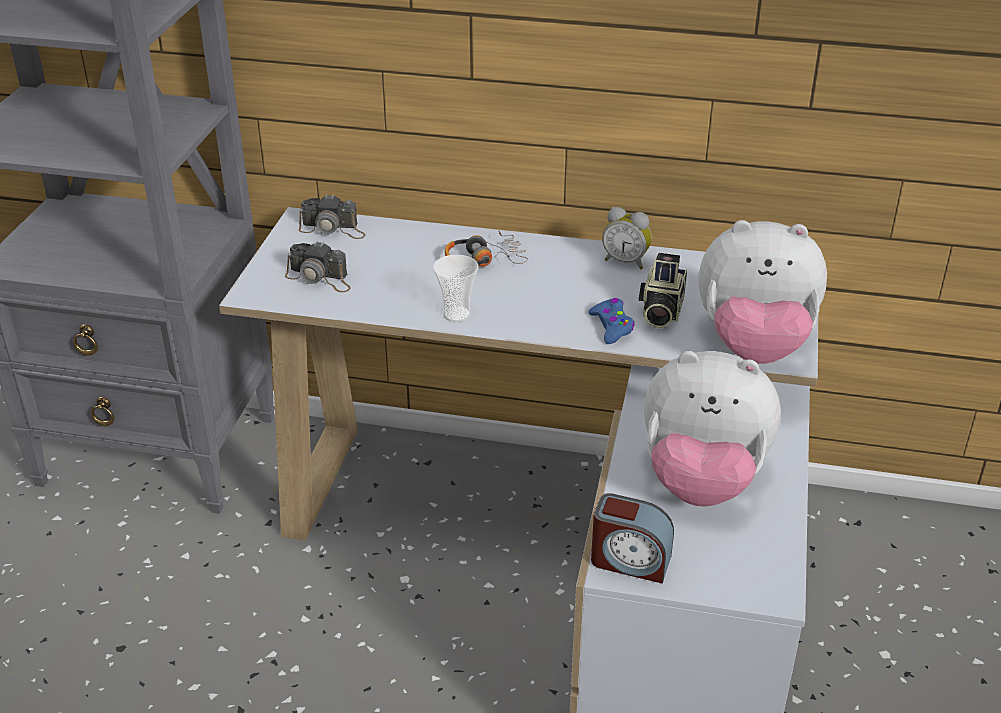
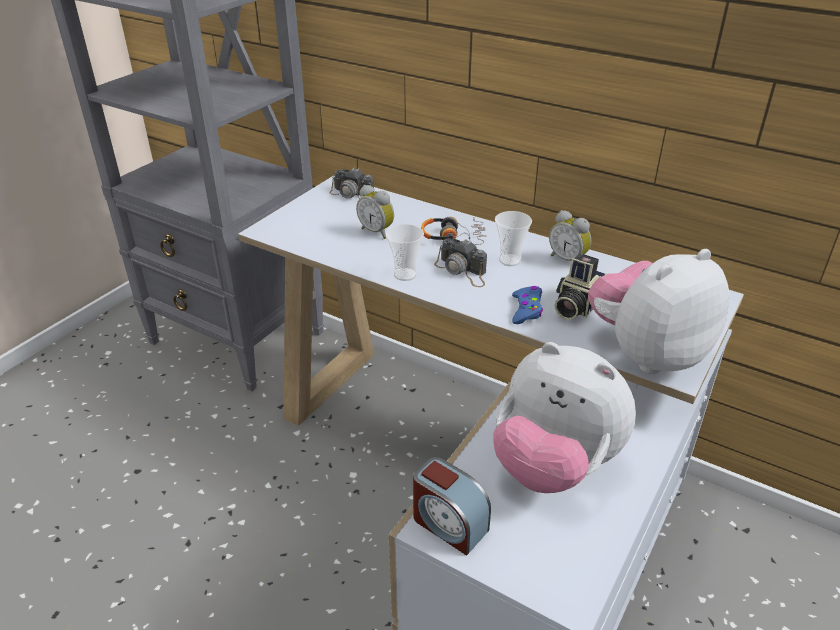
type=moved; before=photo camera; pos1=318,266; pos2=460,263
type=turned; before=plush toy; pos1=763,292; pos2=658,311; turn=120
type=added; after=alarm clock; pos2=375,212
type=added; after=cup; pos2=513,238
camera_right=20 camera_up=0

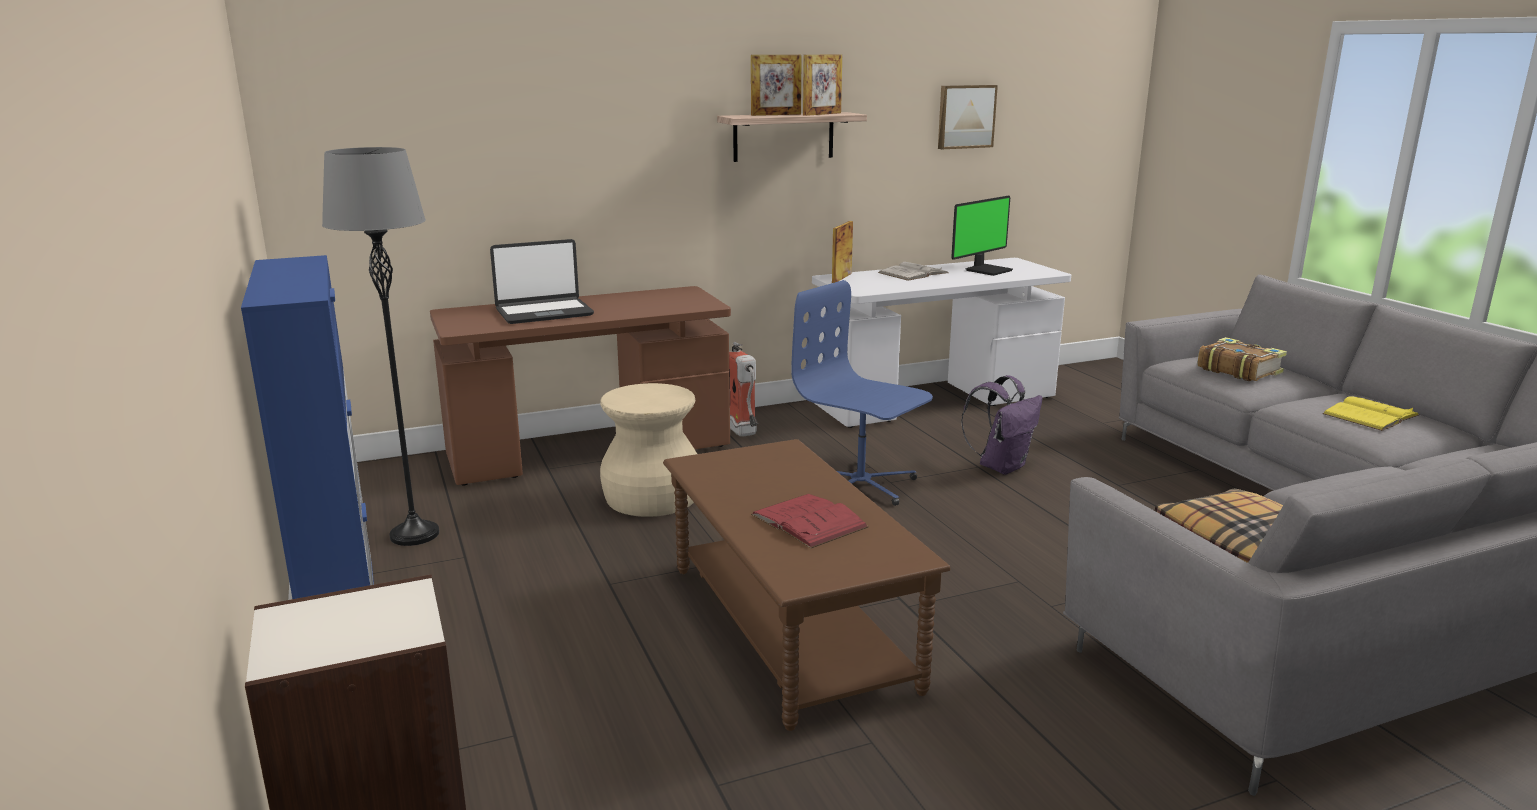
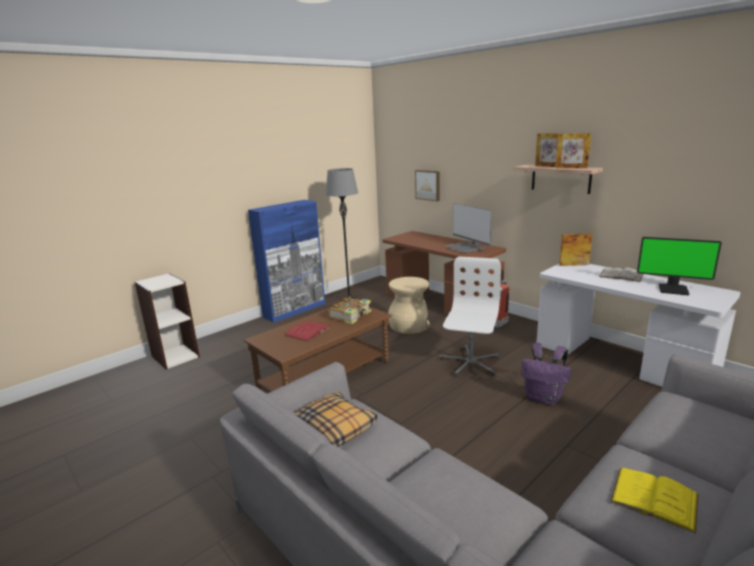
type=removed; before=laptop; pos1=542,281
type=recoloured; before=blue office chair; after=white office chair; pos1=862,393; pos2=470,317
type=moved; before=picture; pos1=968,117; pos2=427,185
type=moved; before=book; pos1=1242,359; pos2=350,310
type=added; after=monitor; pos2=468,228
camera_right=70 camera_up=0

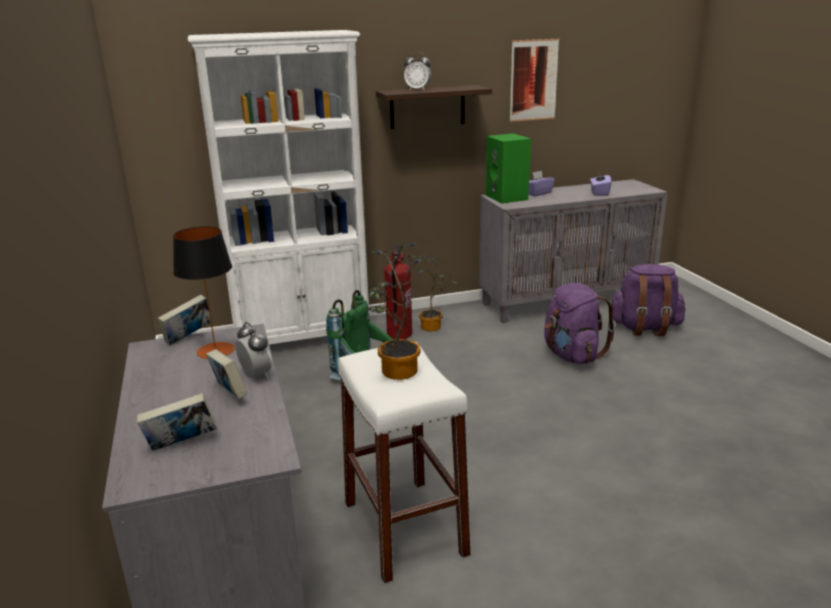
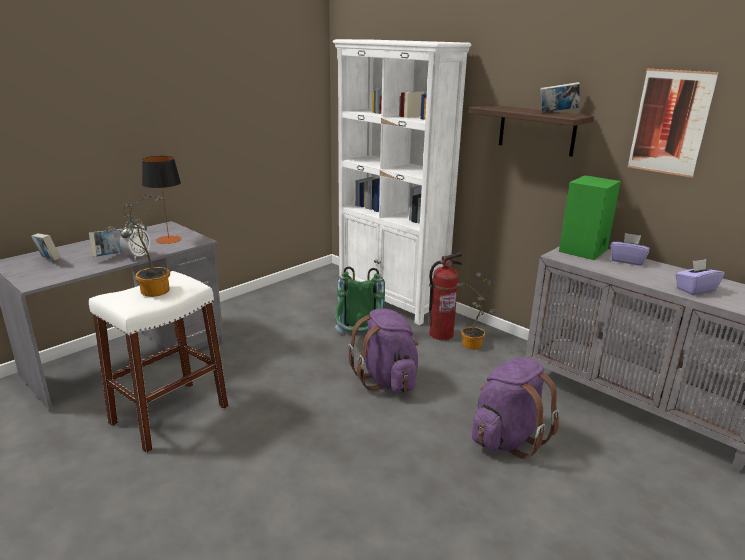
type=moved; before=book; pos1=184,320; pos2=560,97
type=removed; before=alarm clock; pos1=417,71
type=moved; before=purple backpack; pos1=648,300; pos2=383,350
camera_right=60 camera_up=0

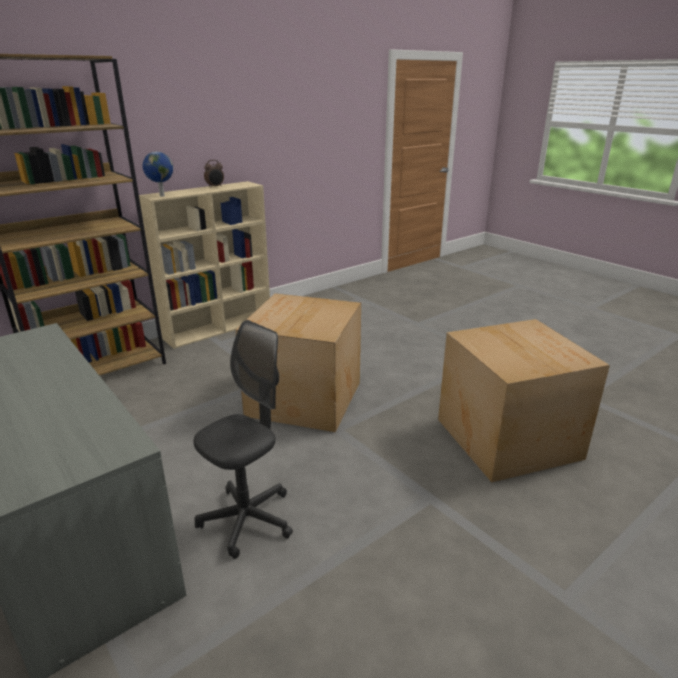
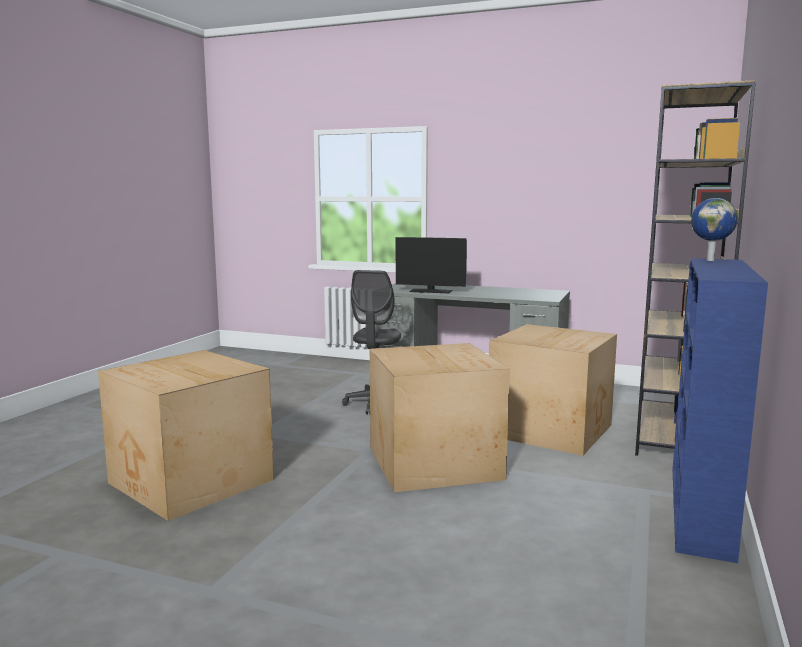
type=recoloured; before=beige bookcase; after=blue bookcase; pos1=204,265; pos2=720,410
type=removed; before=alarm clock; pos1=214,174
type=added; after=monitor; pos2=431,265
type=added; after=cardboard box; pos2=553,390
camera_right=150 camera_up=-15

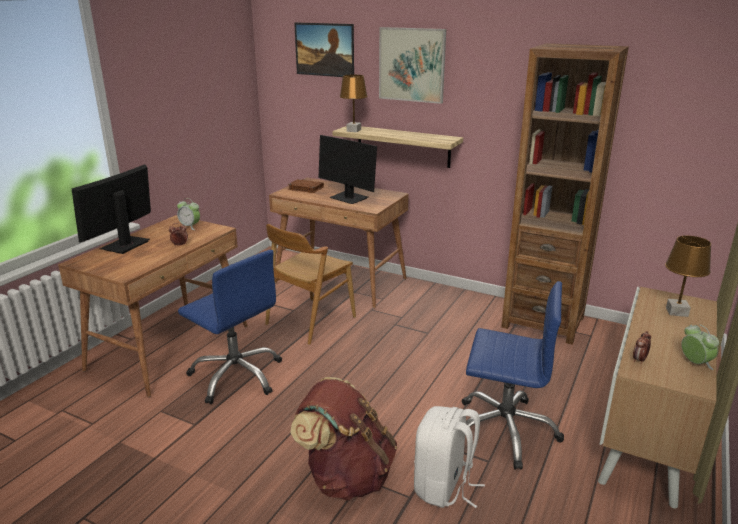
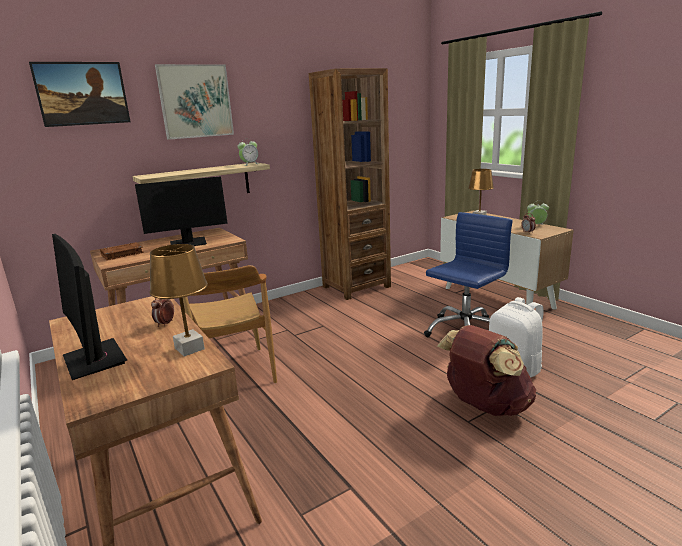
type=moved; before=alarm clock; pos1=188,214; pos2=248,152
type=removed; before=blue office chair; pos1=230,327
type=moved; before=brown table lamp; pos1=354,103; pos2=179,300
camera_right=-60 camera_up=-5

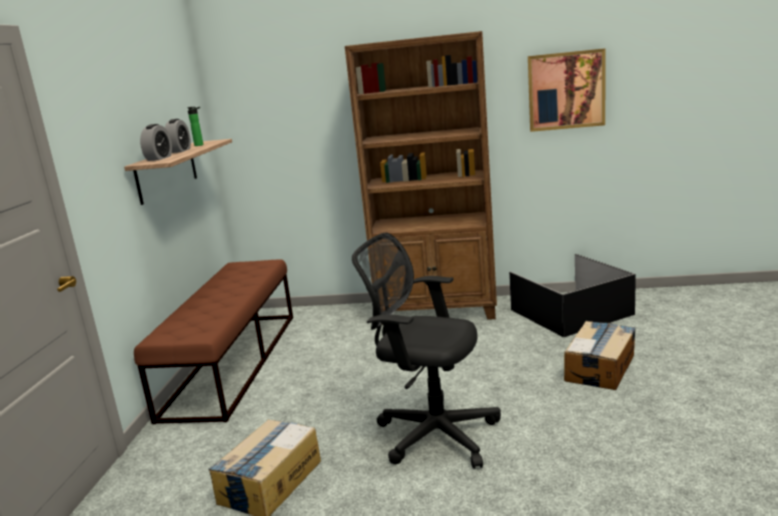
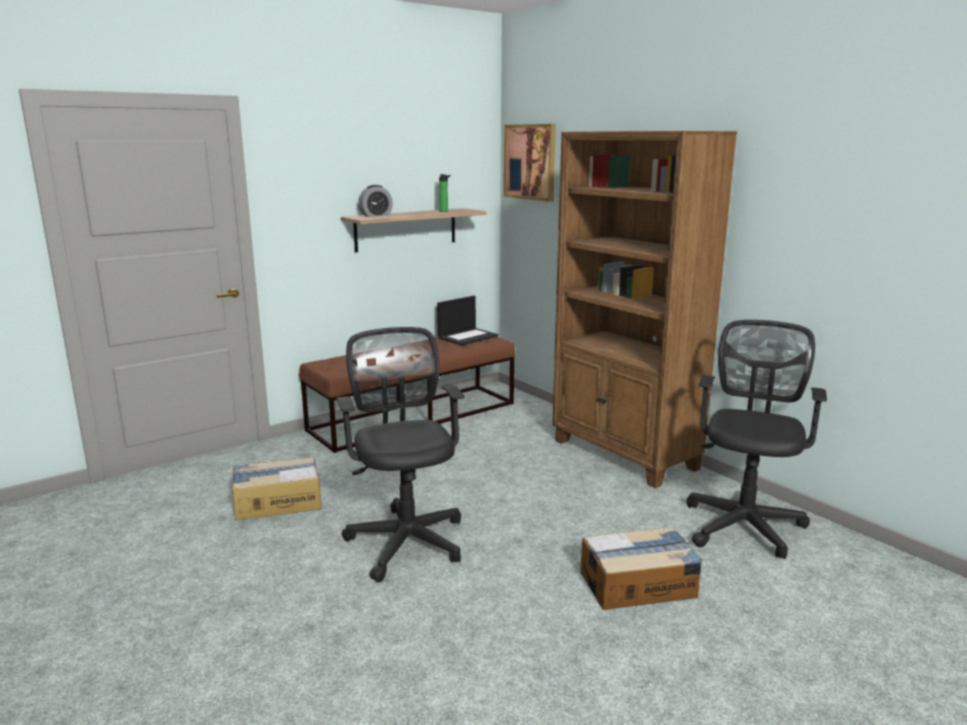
type=removed; before=alarm clock; pos1=178,136
type=replaced; before=black storage box; after=black office chair; pos1=572,295; pos2=757,439
type=moved; before=picture; pos1=566,90; pos2=530,163
type=added; after=laptop; pos2=468,321
camera_right=45 camera_up=0

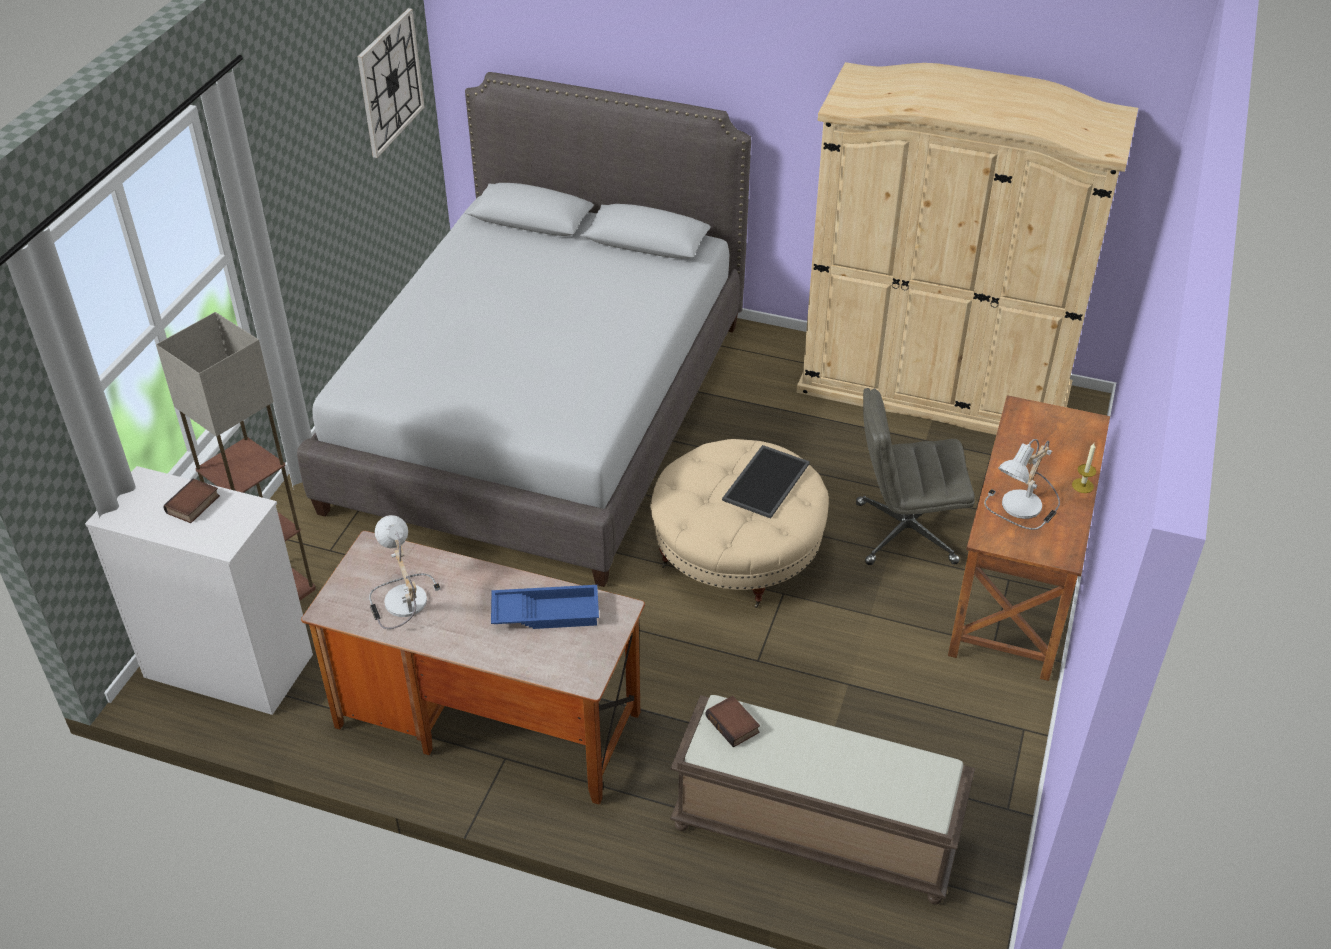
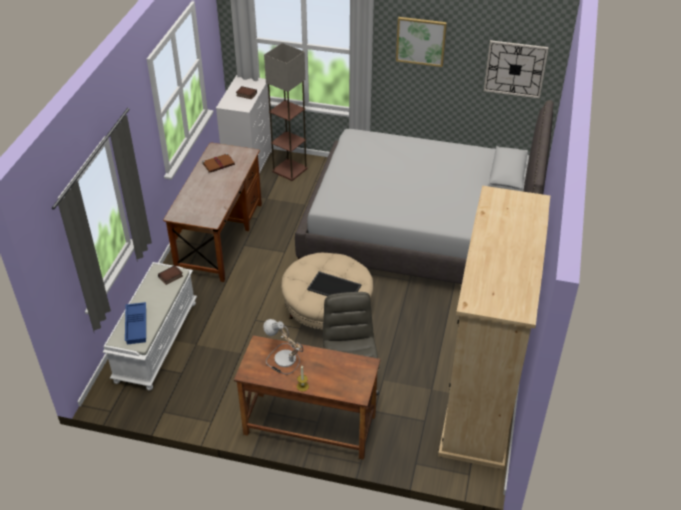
type=replaced; before=table lamp; after=brown book; pos1=405,572; pos2=218,163
type=moved; before=blue tray; pos1=545,607; pos2=135,323
type=recoloured; before=brown bench; after=white bench; pos1=822,800; pos2=150,326
type=added; after=picture; pos2=421,42
camera_right=85 camera_up=0

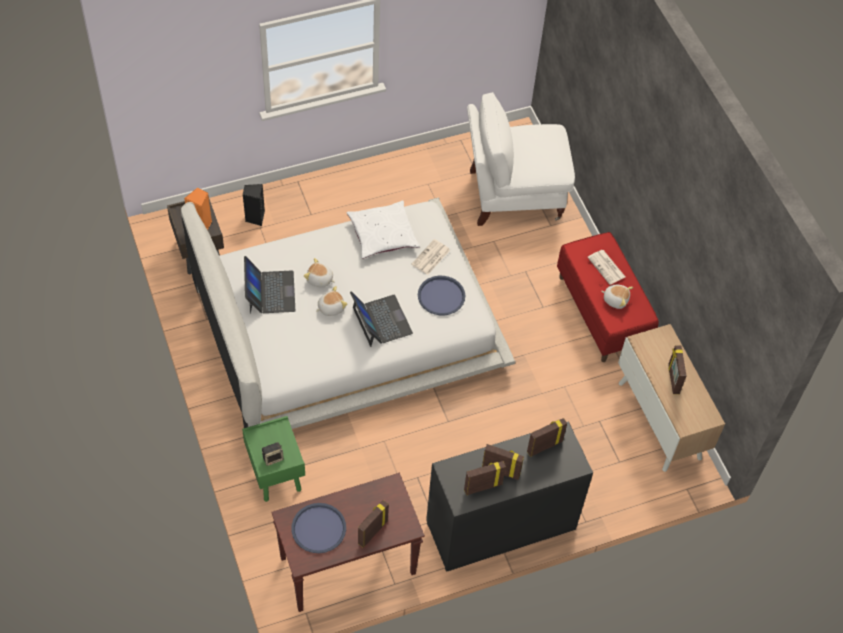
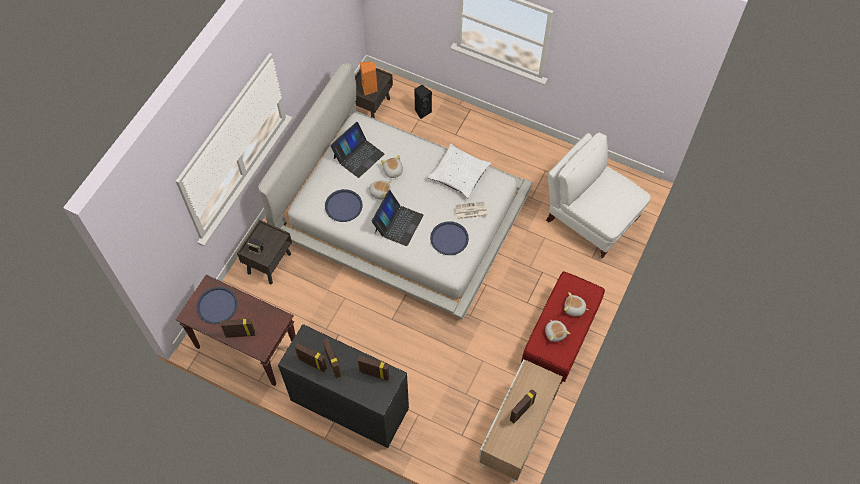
type=recoloured; before=green nightstand; after=brown nightstand; pos1=273,459; pos2=264,252
type=replaced; before=newspaper; after=plush toy; pos1=606,267; pos2=576,304
type=added; after=blue tray; pos2=344,205
camera_right=50 camera_up=5

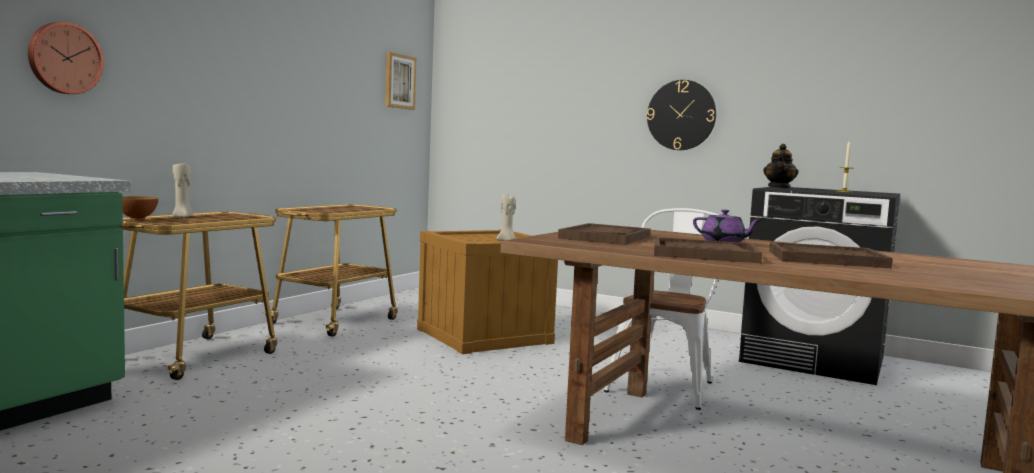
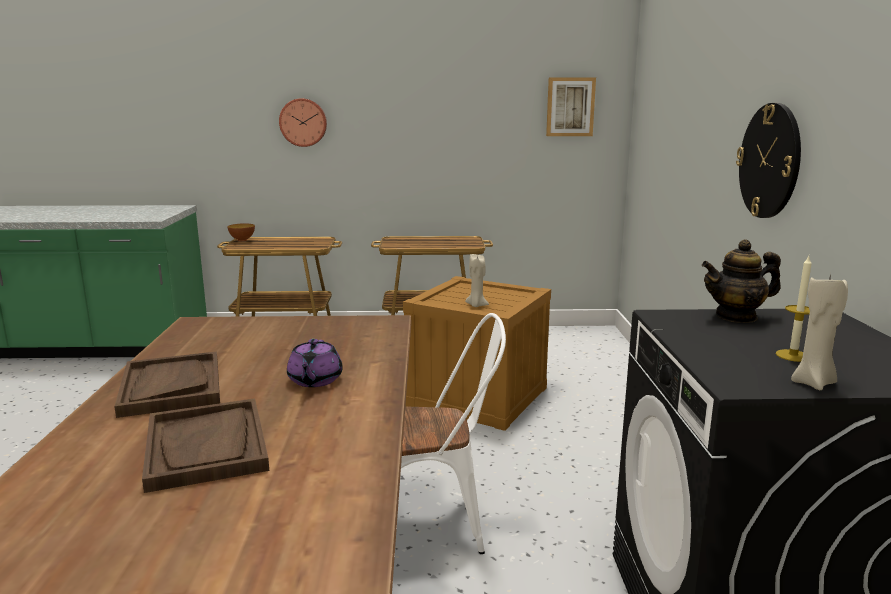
type=moved; before=wall clock; pos1=66,58; pos2=303,122
type=moved; before=beige candle; pos1=182,190; pos2=819,332
type=removed; before=brown tray; pos1=604,234
camera_right=60 camera_up=10

